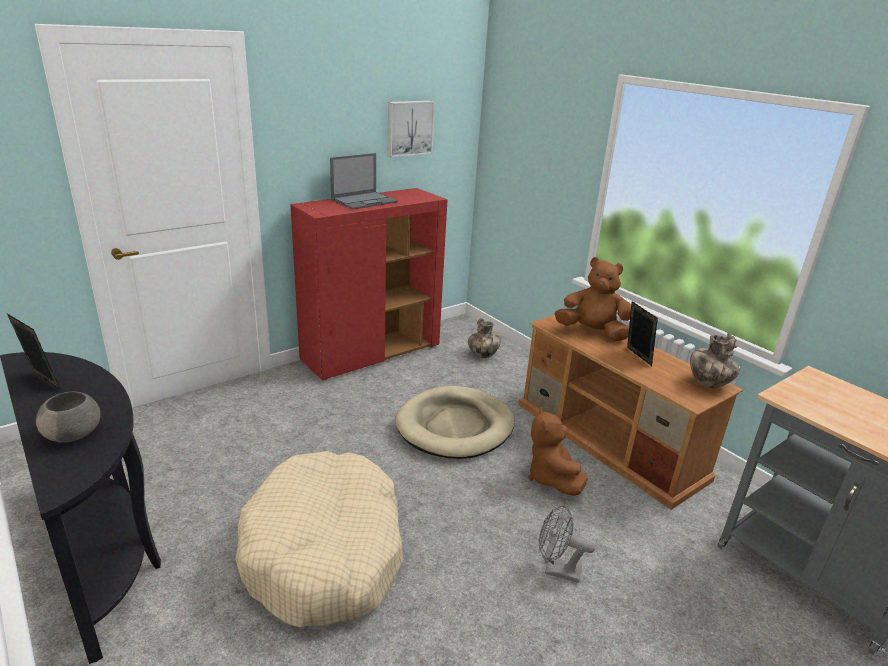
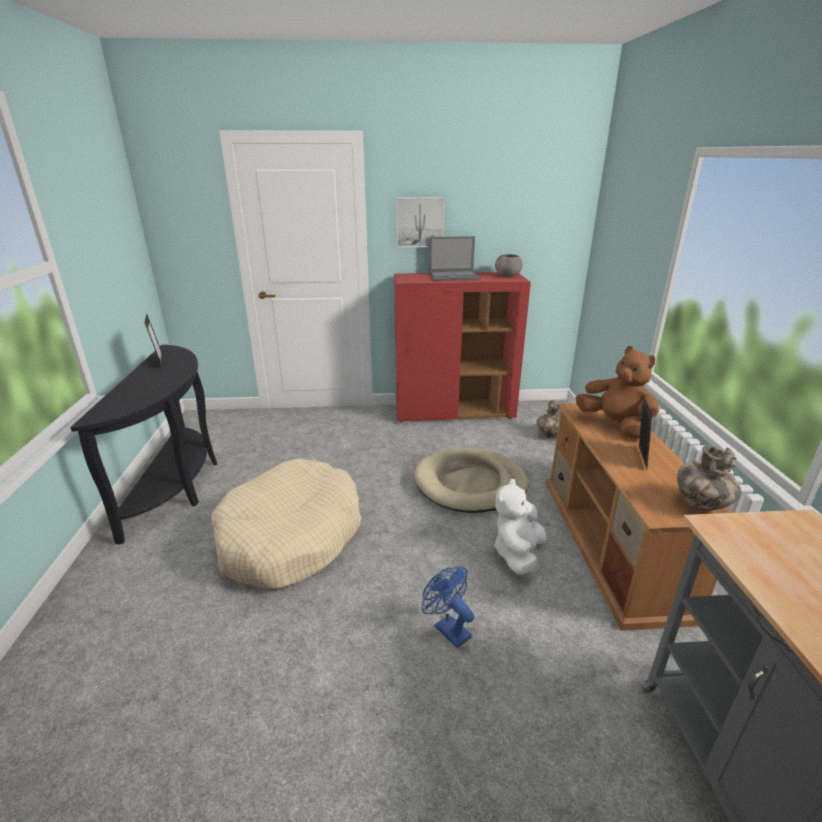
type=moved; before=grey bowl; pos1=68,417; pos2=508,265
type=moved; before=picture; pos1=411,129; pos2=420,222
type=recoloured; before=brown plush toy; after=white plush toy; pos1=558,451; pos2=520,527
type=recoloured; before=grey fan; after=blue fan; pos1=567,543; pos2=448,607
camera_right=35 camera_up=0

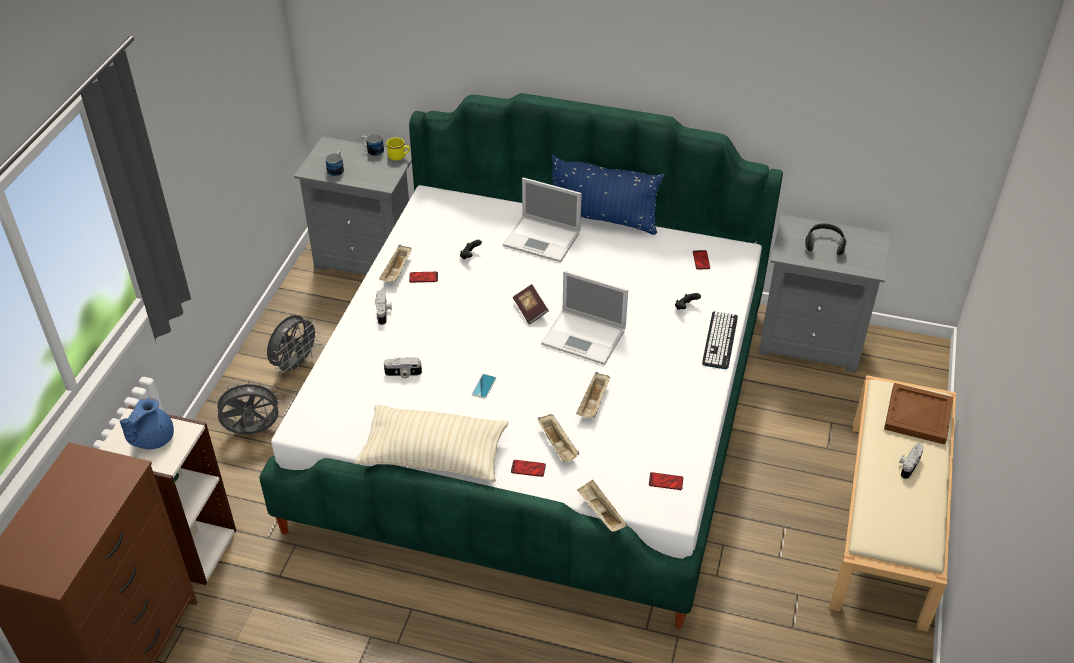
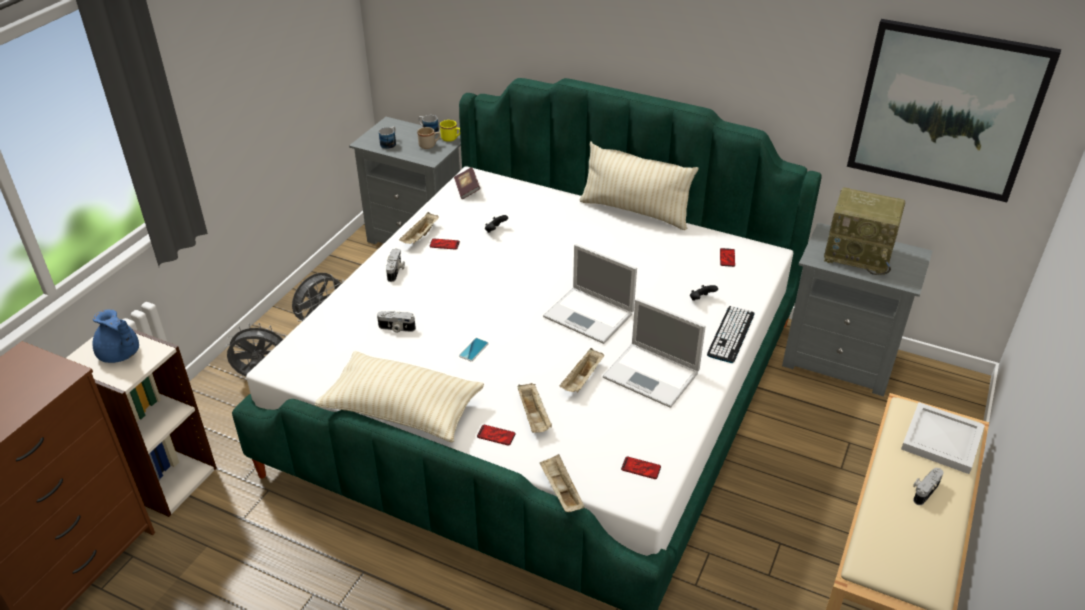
type=turned; before=blue teapot; pos1=147,423; pos2=116,336; turn=-90
type=moved; before=laptop; pos1=542,220; pos2=654,353
type=moved; before=book; pos1=531,304; pos2=467,183
type=recoloured; before=blue pillow; after=beige pillow; pos1=608,194; pos2=639,185
type=replaced; before=headphones; after=radio; pos1=826,239; pos2=864,231
type=recoloured; before=brown tray; after=white tray; pos1=918,414; pos2=943,438
type=added; after=beige mug; pos2=428,138
type=added; after=picture; pos2=954,110
camera_right=10 camera_up=-5

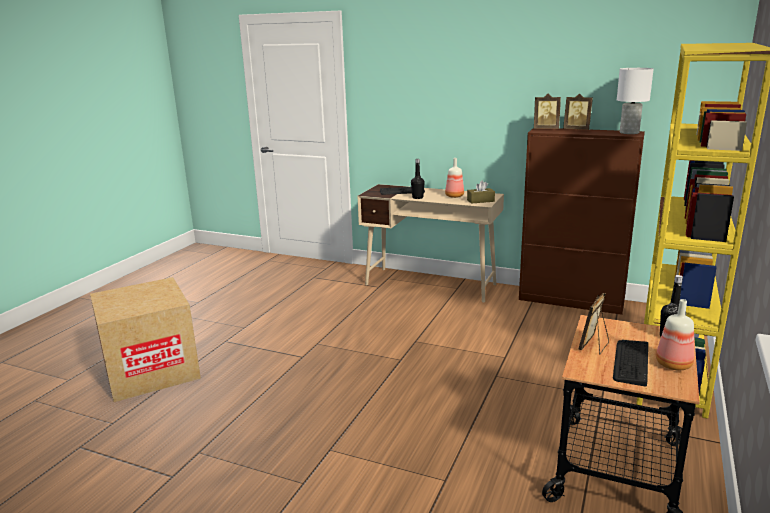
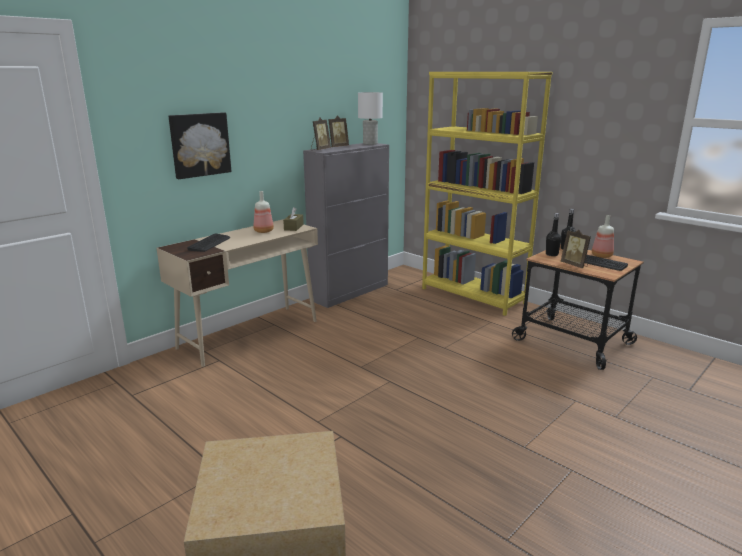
type=moved; before=black bottle; pos1=418,179; pos2=554,234
type=recoloured; before=brown cabinet; after=grey cabinet; pos1=582,221; pos2=346,225
type=added; after=picture; pos2=199,145
camera_right=-70 camera_up=0

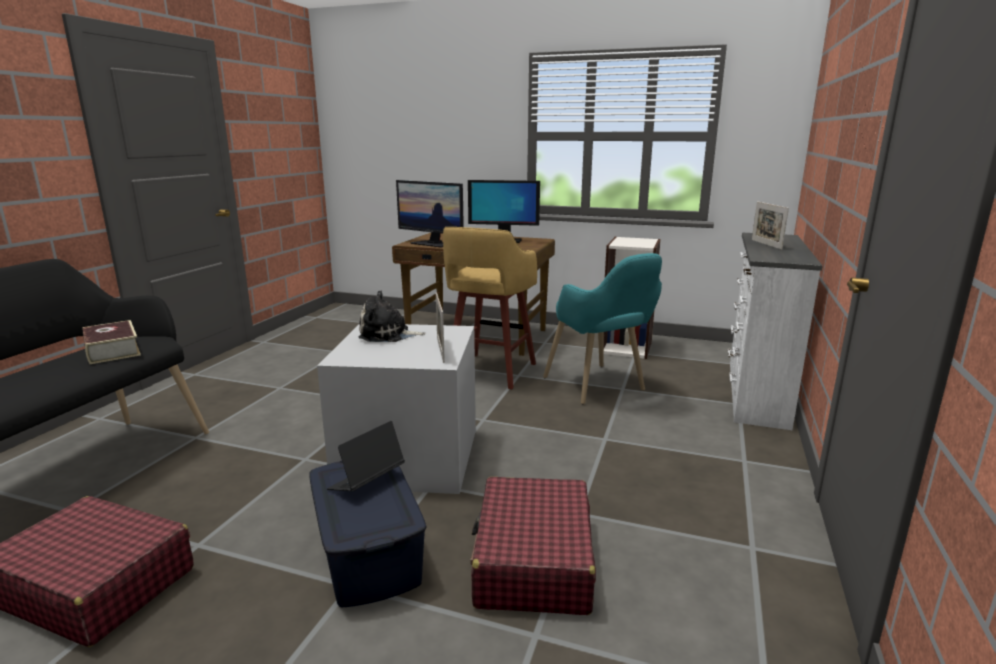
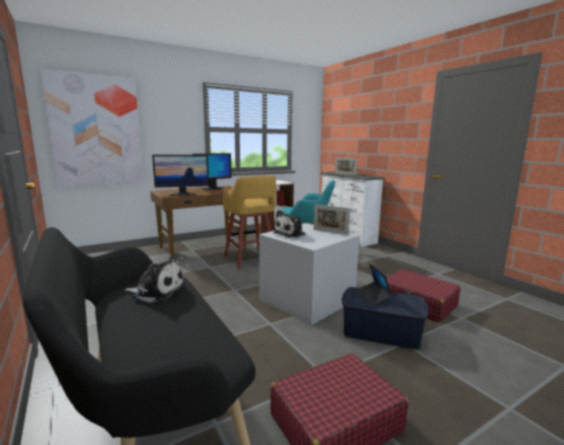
type=replaced; before=book; after=plush toy; pos1=112,342; pos2=155,279
type=added; after=picture; pos2=92,127
camera_right=-50 camera_up=-5

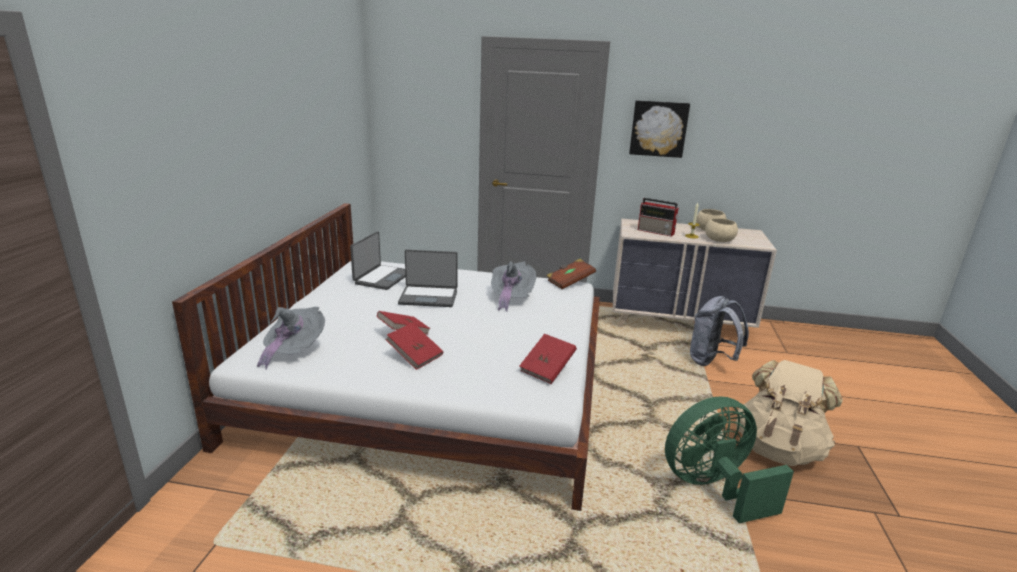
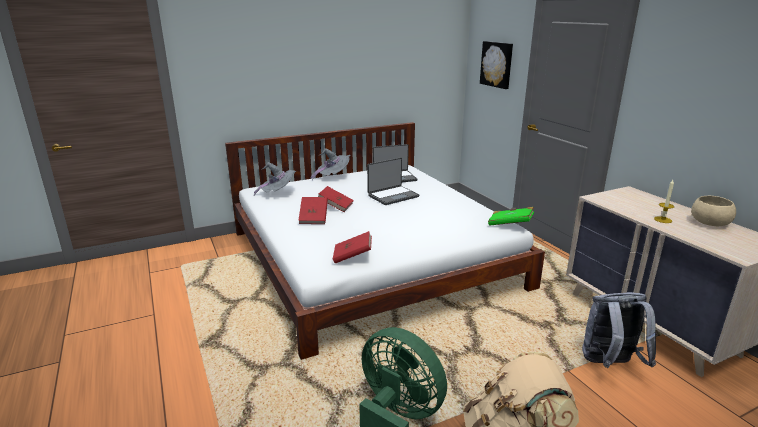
type=turned; before=laptop; pos1=428,278; pos2=393,181; turn=-90
type=moved; before=grey hat; pos1=513,286; pos2=330,163
type=recoloured; before=brown book; after=green book; pos1=571,274; pos2=511,216
type=moved; before=picture; pos1=659,129; pos2=496,65
type=removed; before=radio; pos1=658,217
type=removed; before=beige bowl; pos1=721,230
camera_right=55 camera_up=0

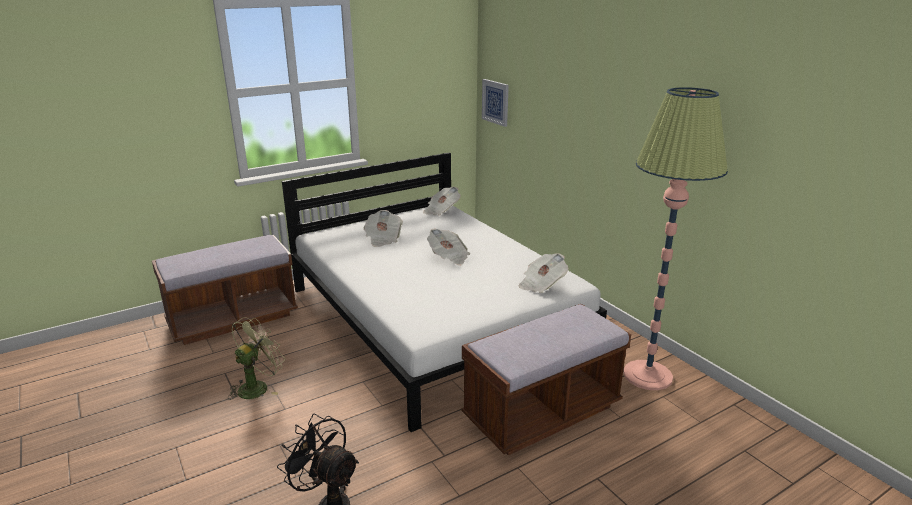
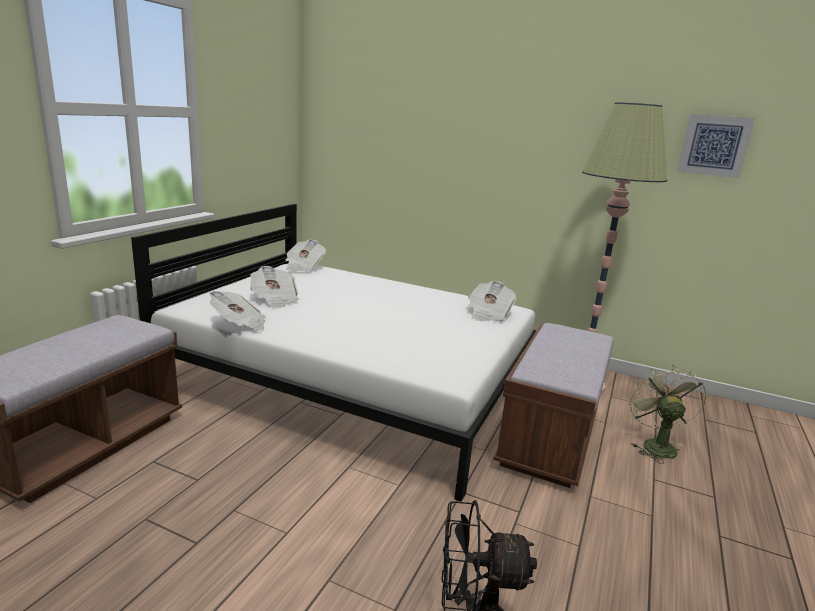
type=moved; before=green fan; pos1=256,358; pos2=667,414
type=moved; before=newspaper; pos1=448,246; pos2=237,311
type=moved; before=picture; pos1=495,103; pos2=716,146
camera_right=-35 camera_up=-5

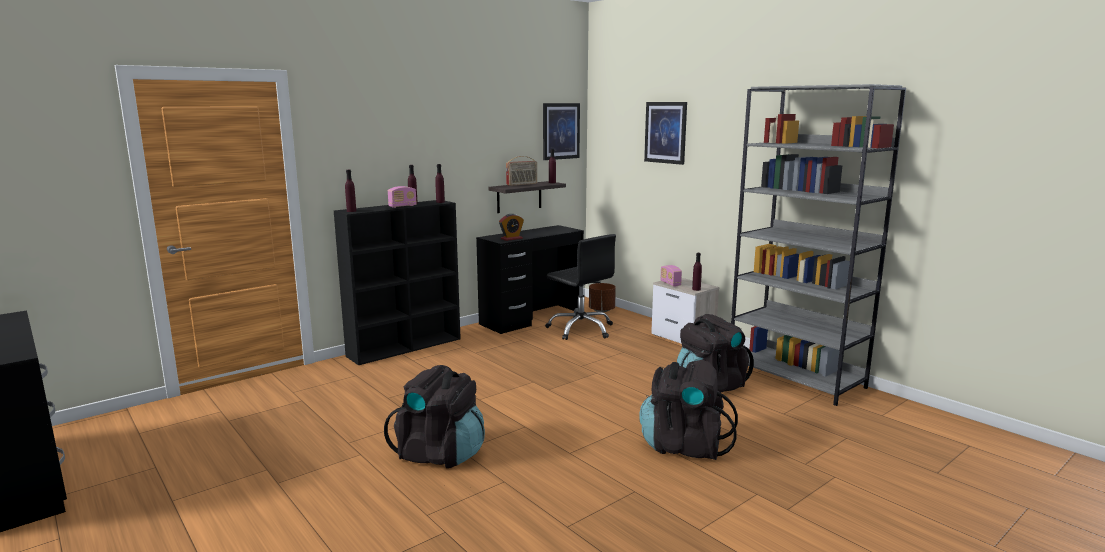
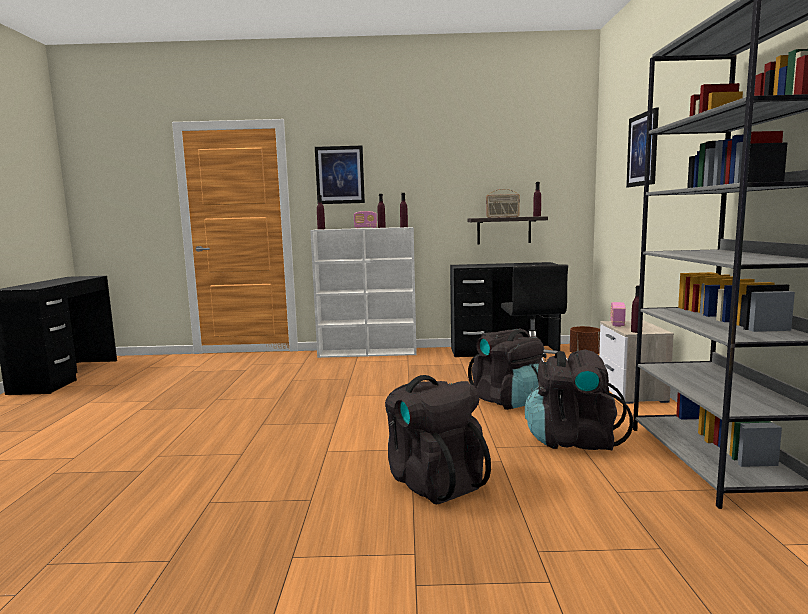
type=recoloured; before=black bookcase; after=white bookcase; pos1=397,282; pos2=363,292
type=moved; before=black backpack; pos1=434,416; pos2=506,369
type=removed; before=alarm clock; pos1=511,227
type=moved; before=picture; pos1=561,131; pos2=340,175
camera_right=40 camera_up=-5

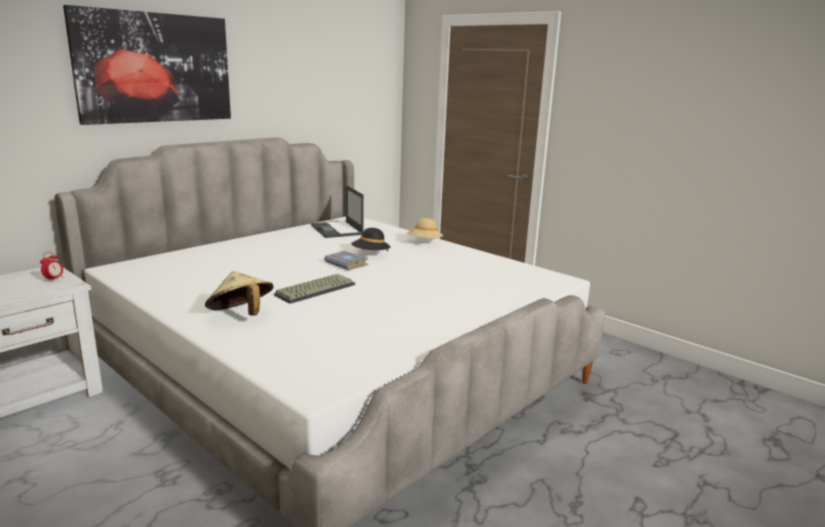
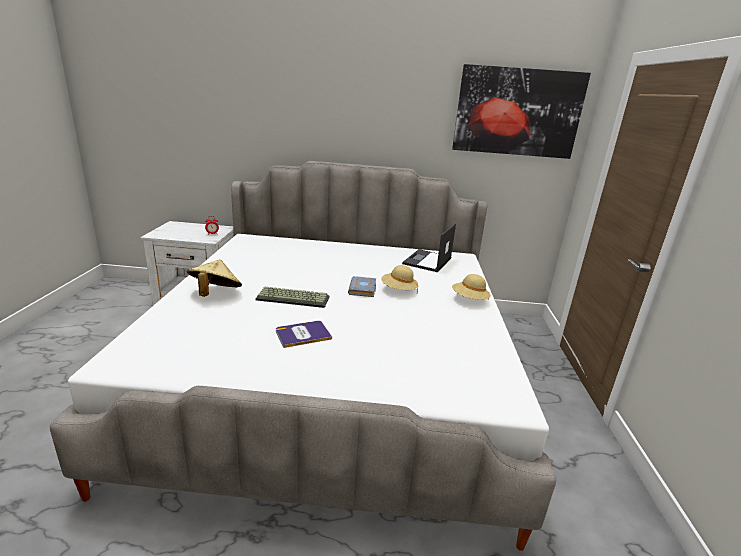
type=moved; before=picture; pos1=147,65; pos2=521,111
type=recoloured; before=black hat; after=beige hat; pos1=371,240; pos2=399,279
type=added; after=book; pos2=304,334
camera_right=50 camera_up=5

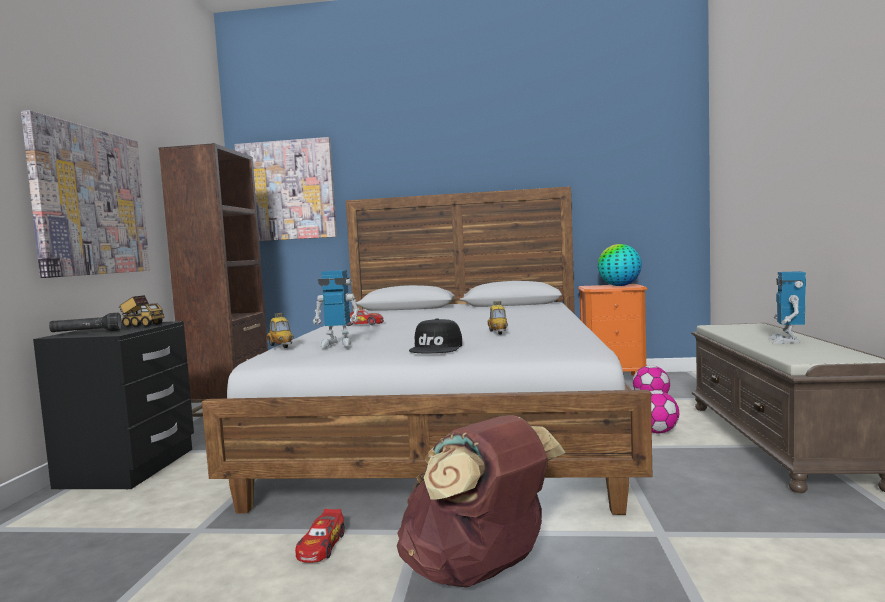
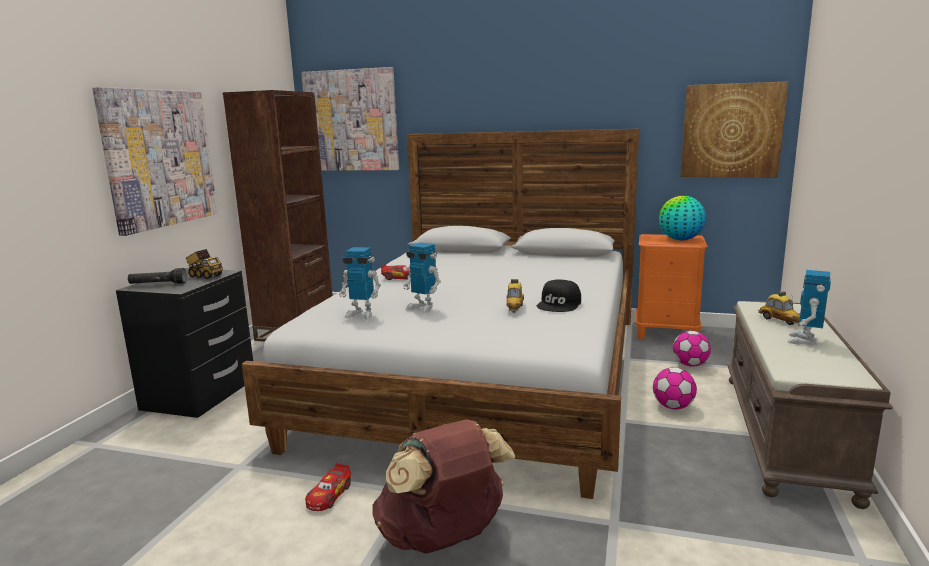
type=moved; before=toy car; pos1=280,330; pos2=779,308
type=moved; before=black cap; pos1=435,336; pos2=559,296
type=added; after=toy robot; pos2=422,277
type=added; after=picture; pos2=734,129
camera_right=10 camera_up=10

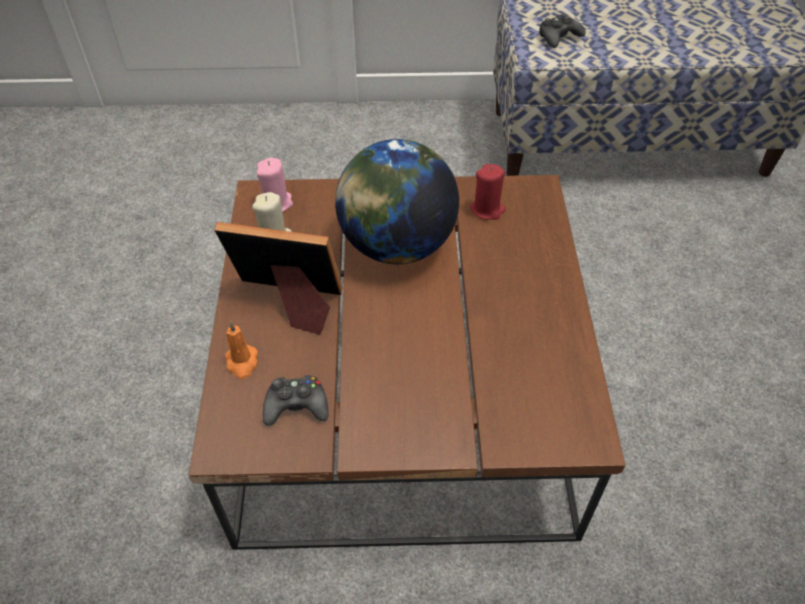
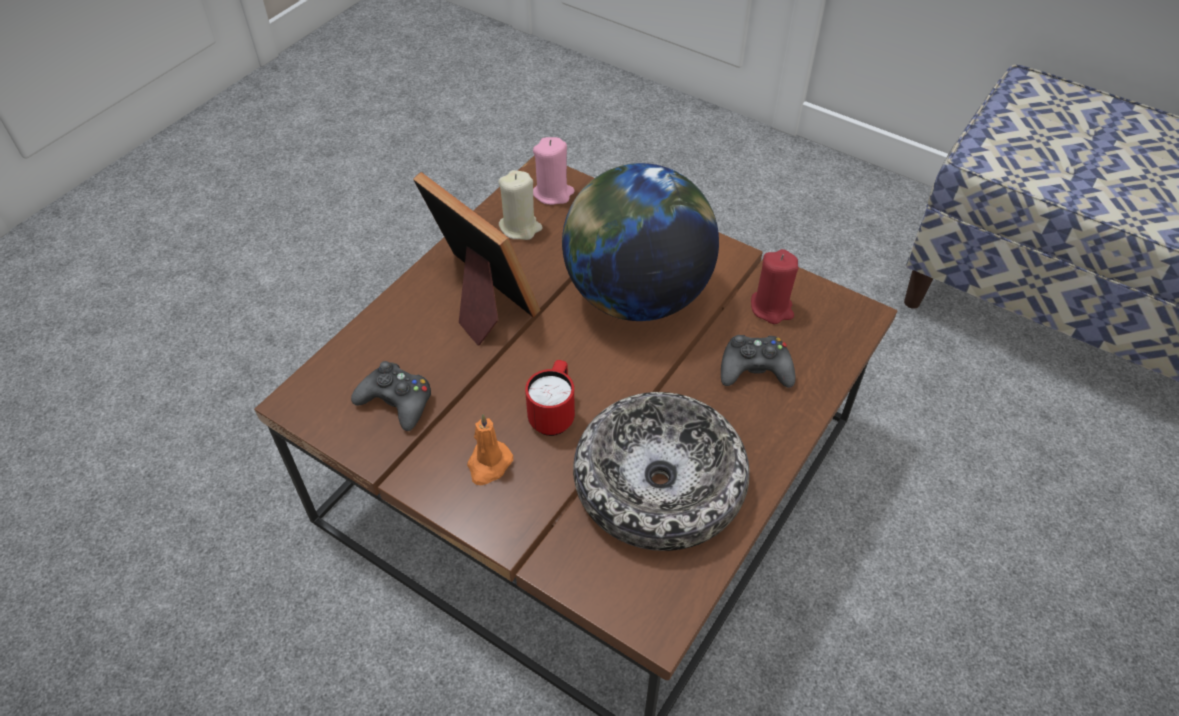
type=moved; before=orange candle; pos1=241,350; pos2=490,449
type=moved; before=black game controller; pos1=562,31; pos2=758,361
type=added; after=red mug; pos2=550,398
type=added; after=bowl; pos2=661,471
camera_right=35 camera_up=0

